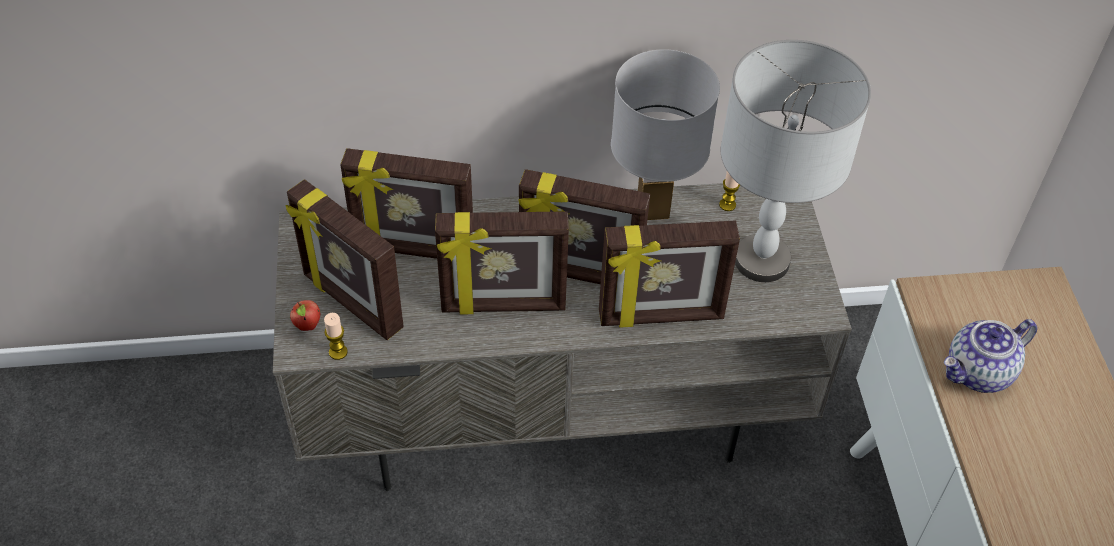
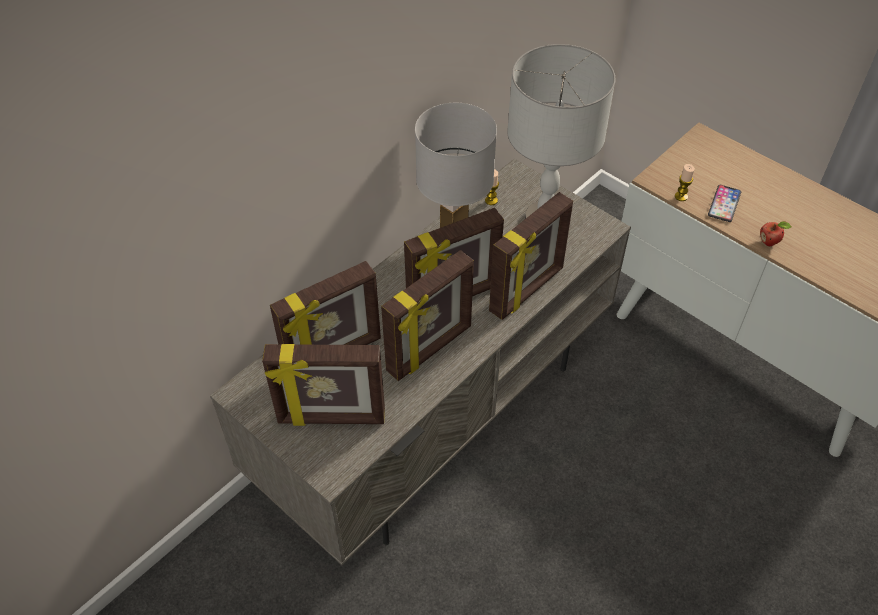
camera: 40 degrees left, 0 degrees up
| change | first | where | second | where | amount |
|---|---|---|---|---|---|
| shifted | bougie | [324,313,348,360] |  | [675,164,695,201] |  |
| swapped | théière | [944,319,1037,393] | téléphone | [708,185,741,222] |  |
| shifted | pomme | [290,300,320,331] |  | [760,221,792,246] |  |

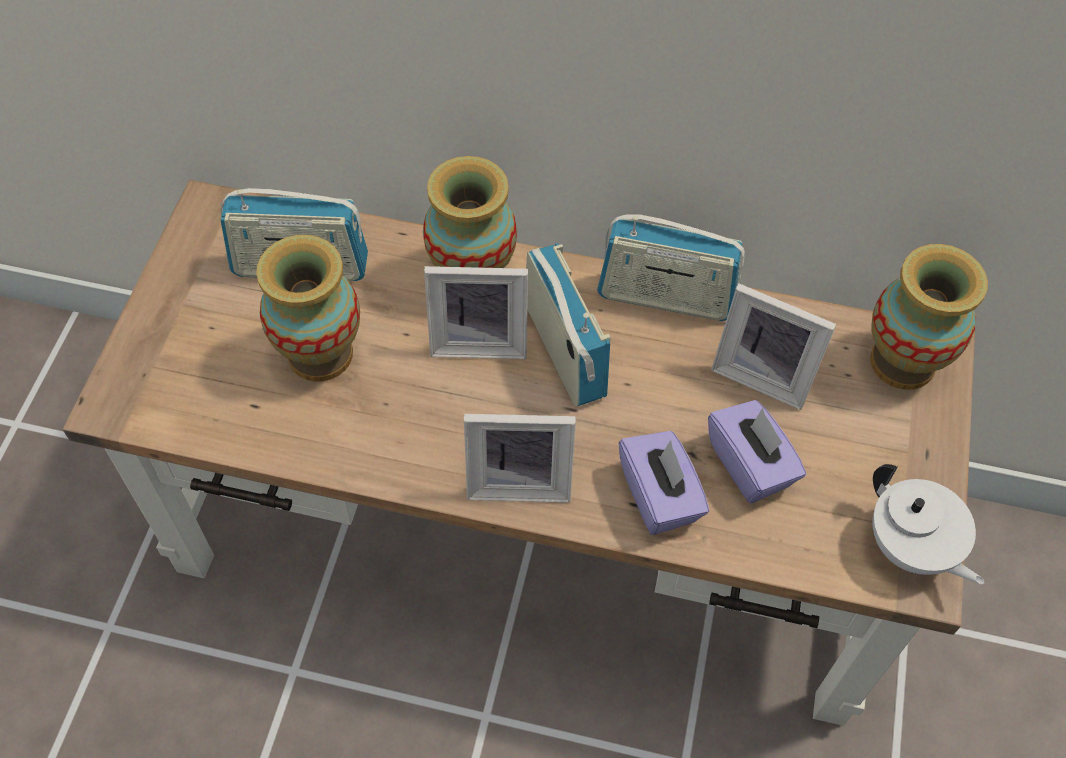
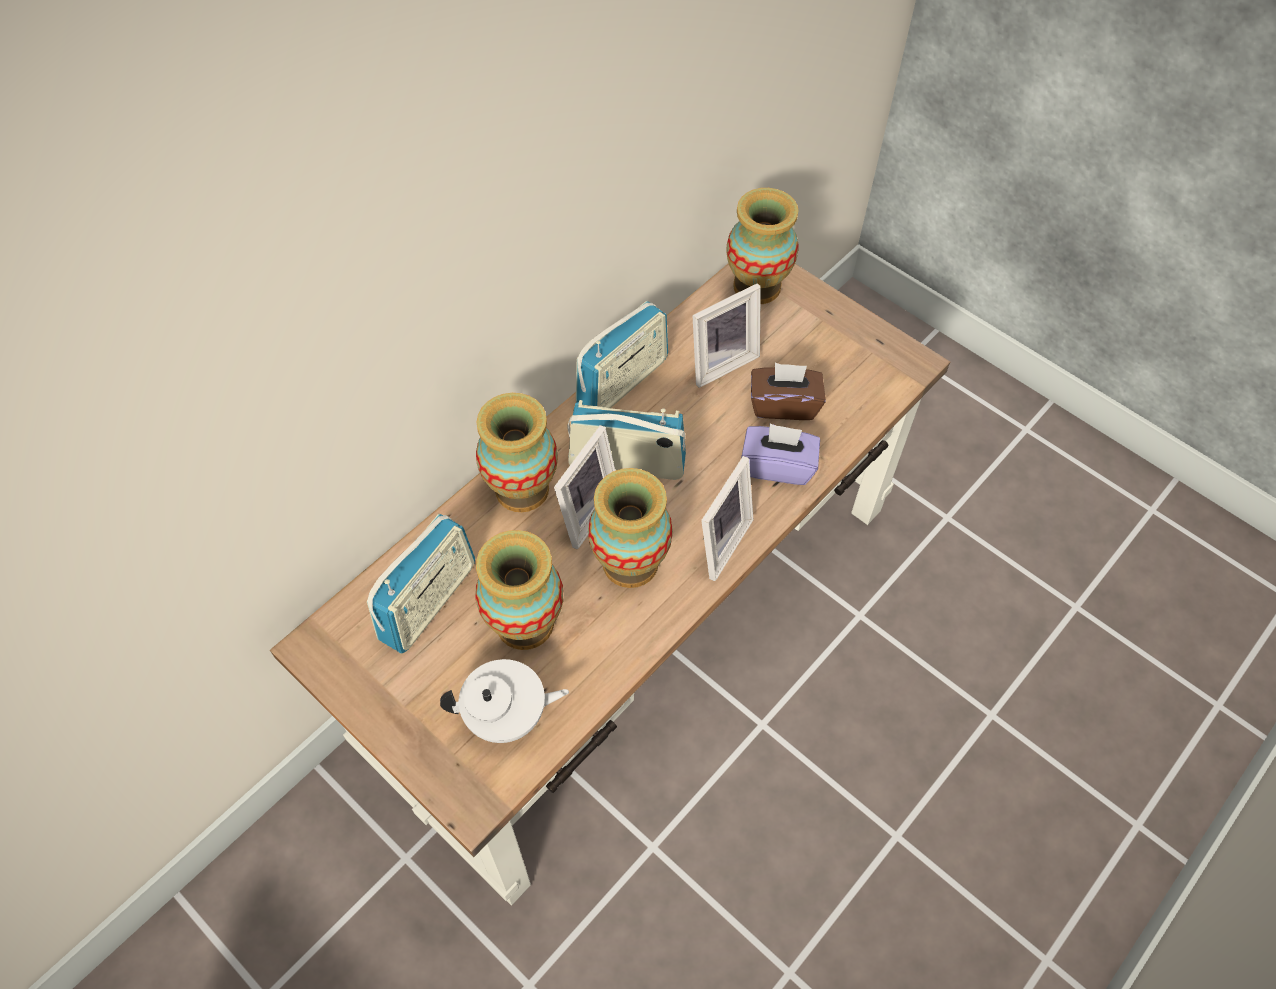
camera: 60 degrees left, 0 degrees up
| change | first | where | second | where | amount |
|---|---|---|---|---|---|
| shifted | théière [blanc] | [872,464,984,585] |  | [440,659,569,743] |  |
| new |  |  | vase | [588,468,673,588] |  |
| repainted | boîte à mouchoirs [violet] | [708,400,806,503] | boîte à mouchoirs [marron] | [751,363,826,420] |  |

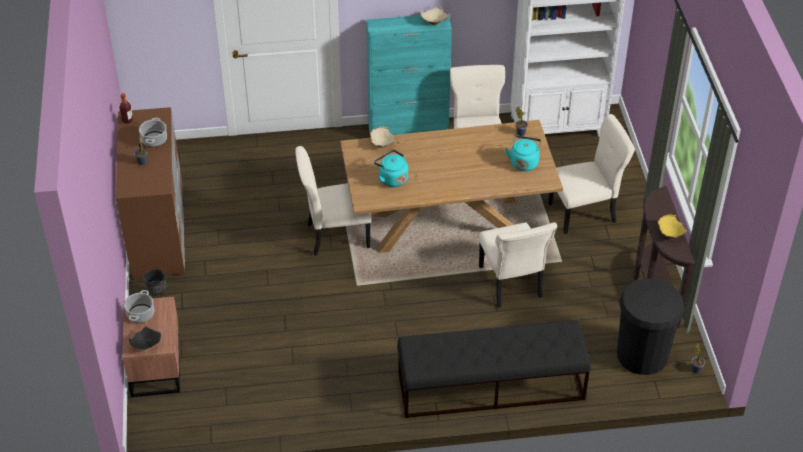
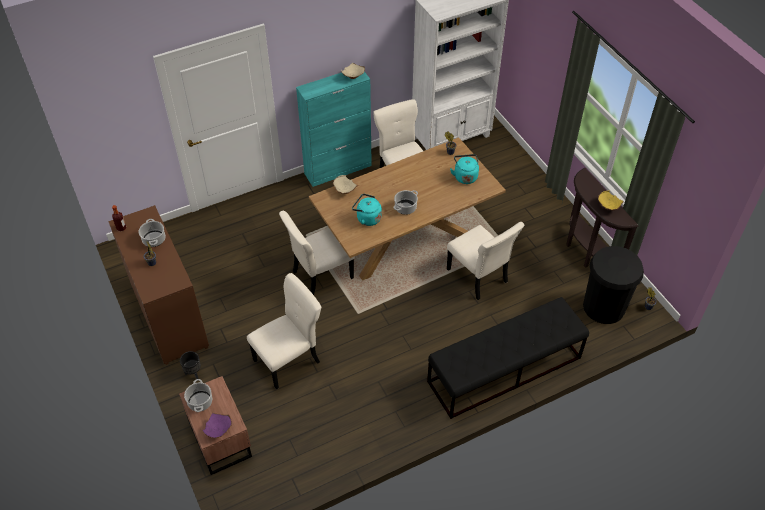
camera: 20 degrees left, 5 degrees up
| change | first | where | second | where | amount |
|---|---|---|---|---|---|
| repainted | bol [noir] | [129,326,161,350] | bol [violet] | [203,413,232,438] |  |
| shifted | chaise [beige] | [548,114,635,234] |  | [247,273,321,390] |  |
| new |  |  | marmite | [394,190,418,215] |  |

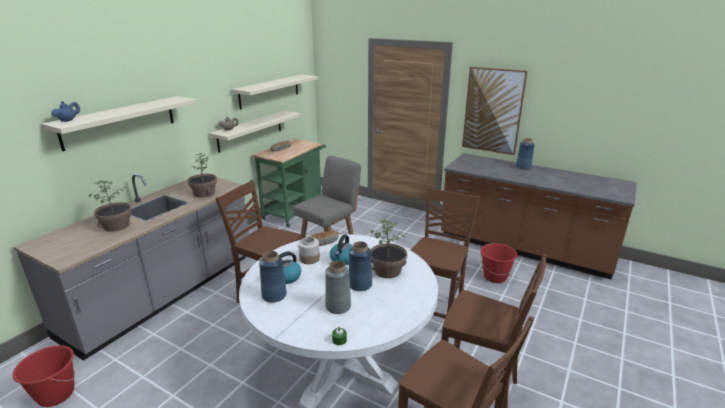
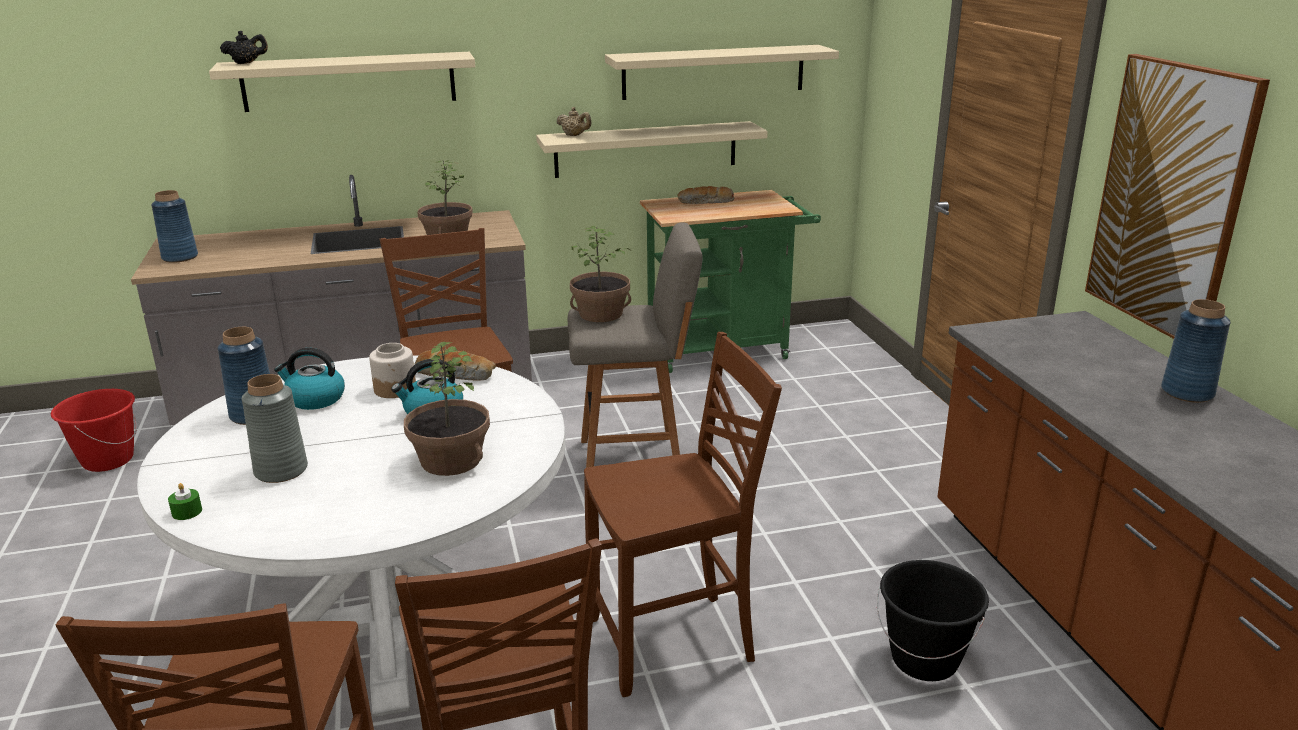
camera: 45 degrees right, 0 degrees up
| change | first | where | second | where | amount |
|---|---|---|---|---|---|
| shifted | vase [bleu] | [349,241,372,291] |  | [151,190,198,263] |  |
| repainted | théière [bleu] | [51,101,80,122] | théière [noir] | [220,31,268,64] |  |
| shifted | plante en pot | [89,181,132,232] |  | [570,226,631,322] |  |
| repainted | seau [rouge] | [480,243,518,283] | seau [noir] | [877,560,989,681] |  |

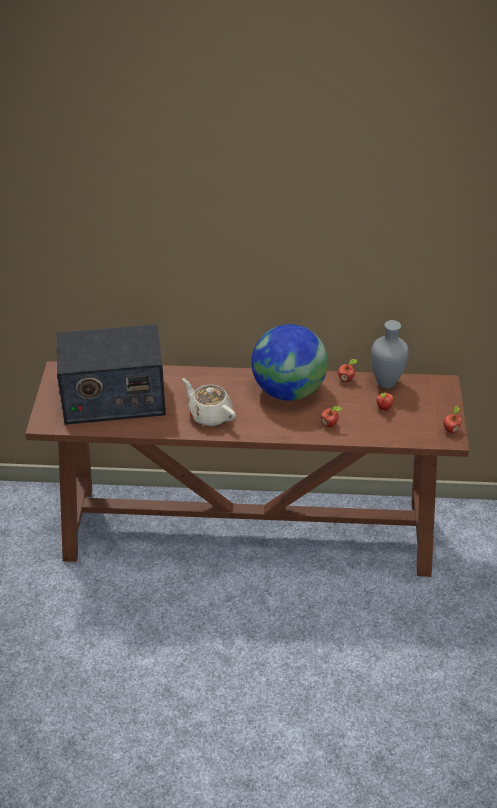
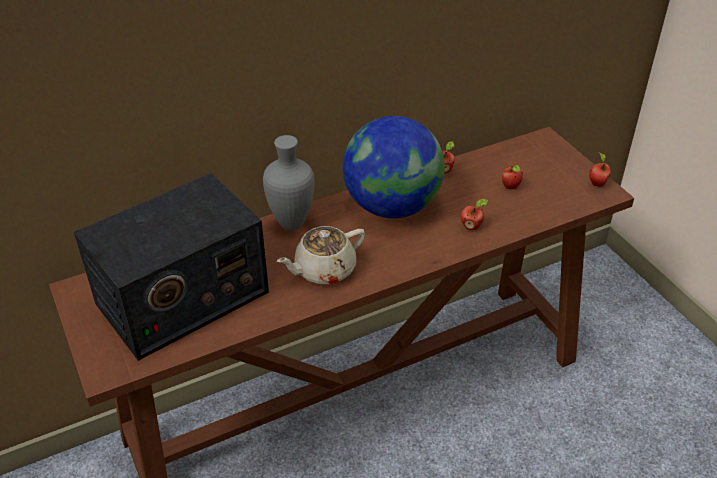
camera: 30 degrees left, 0 degrees up
| change | first | where | second | where | amount |
|---|---|---|---|---|---|
| shifted | vase [gris] | [371,320,409,388] |  | [263,135,315,230] |  |
| rotated | théière [beige] | [182,378,236,426] |  | [277,226,365,284] | 45 degrees counterclockwise |

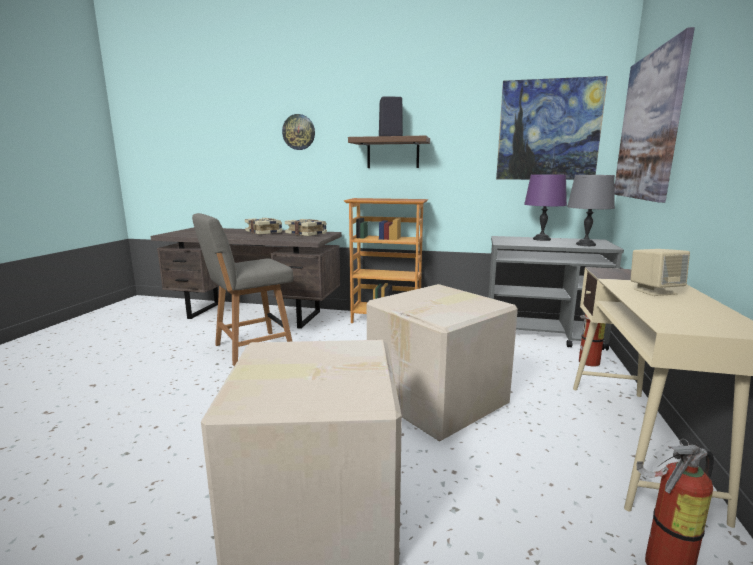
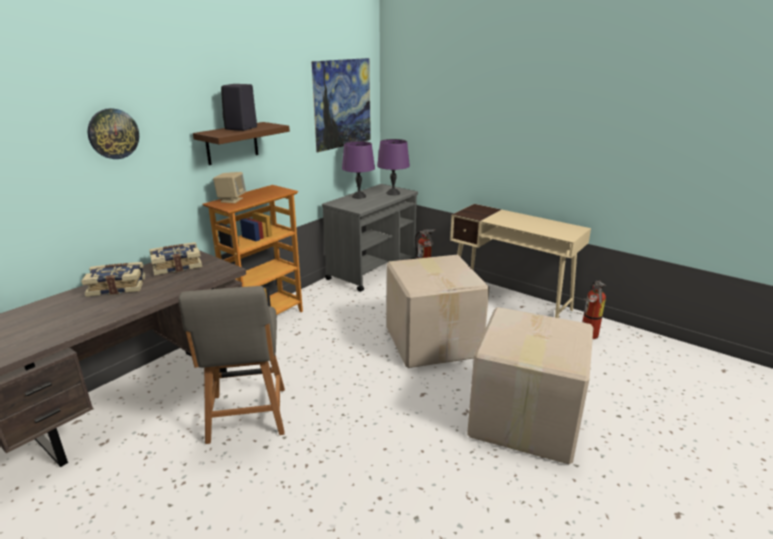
camera: 65 degrees left, 10 degrees up
| change | first | where | second | where | amount |
|---|---|---|---|---|---|
| shifted | enceinte [beige] | [630,249,690,296] |  | [213,172,246,203] |  |
| repainted | lampe de table [gris] | [567,175,615,246] | lampe de table [violet] | [377,139,410,196] |  |
| gone | tableau | [615,27,695,203] |  |  |  |

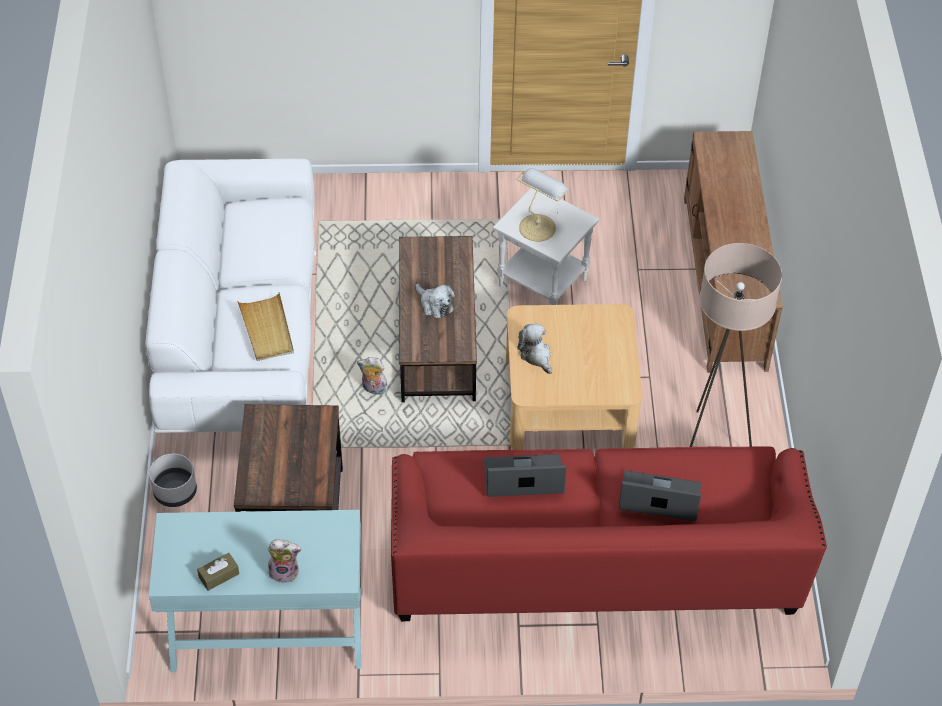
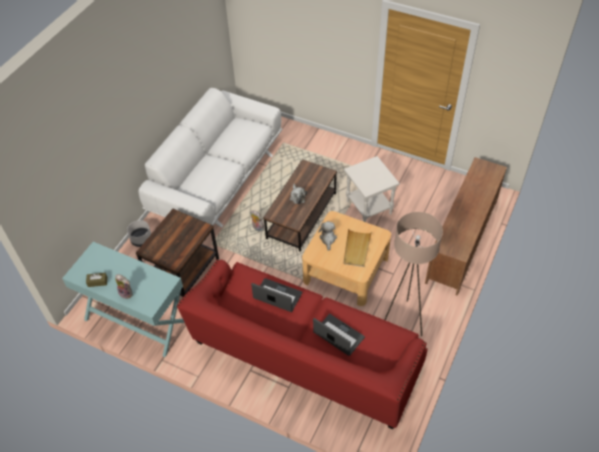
camera: 30 degrees right, 0 degrees up
| change | first | where | second | where | amount |
|---|---|---|---|---|---|
| shifted | plateau [beige] | [237,292,294,361] |  | [344,229,372,267] |  |
| gone | lampe de table | [516,168,568,242] |  |  |  |

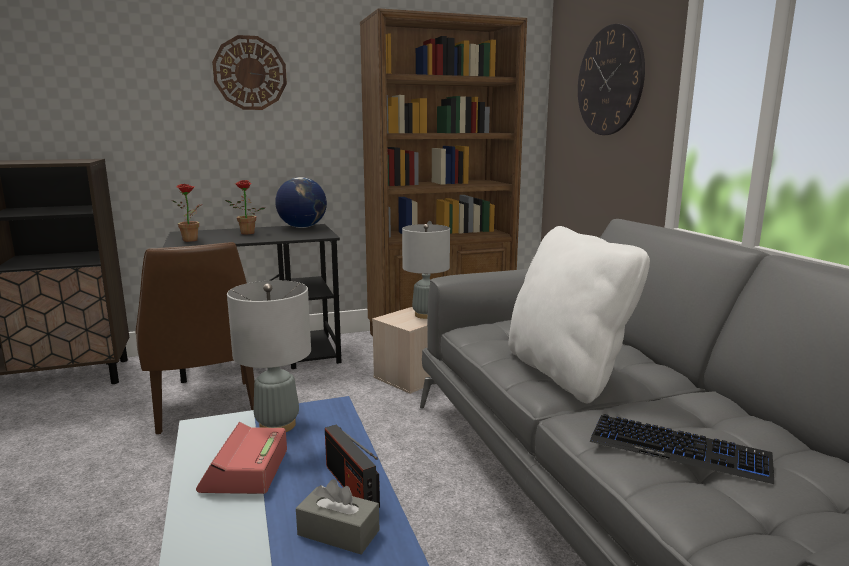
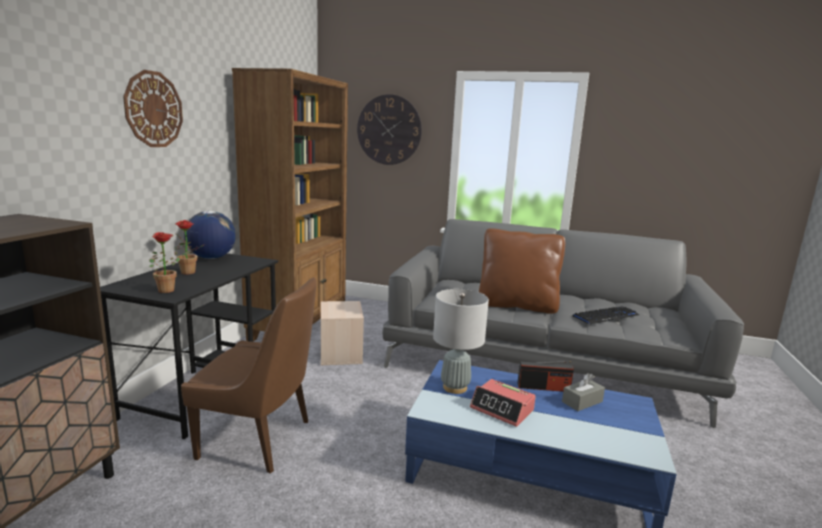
camera: 55 degrees left, 0 degrees up
| change | first | where | second | where | amount |
|---|---|---|---|---|---|
| repainted | coussin [blanc] | [509,226,650,403] | coussin [marron] | [479,228,565,314] |  |
| gone | lampe de table [gris] | [402,224,450,319] |  |  |  |

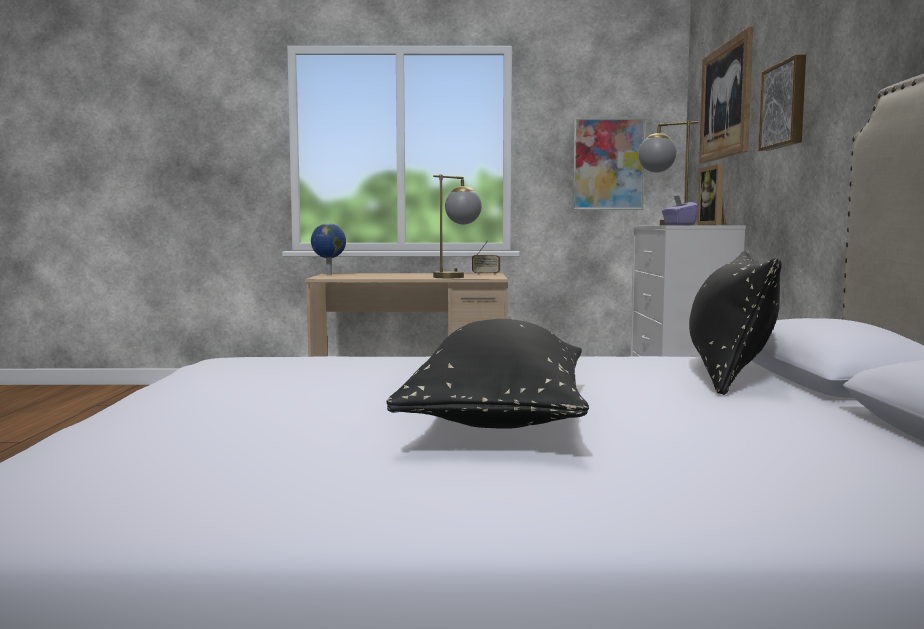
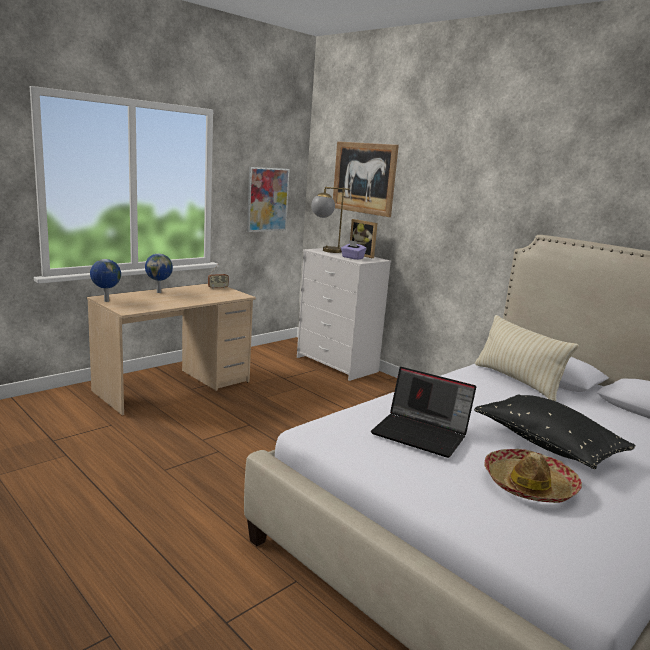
camera: 45 degrees left, 10 degrees up
| change | first | where | second | where | amount |
|---|---|---|---|---|---|
| new |  |  | globe | [145,254,173,293] |  |
| new |  |  | ordinateur portable | [371,367,476,458] |  |
| repainted | coussin [noir] | [689,251,782,395] | coussin [beige] | [475,315,578,401] |  |
| new |  |  | chapeau | [484,449,582,503] |  |
| gone | lampe de table | [433,175,482,278] |  |  |  |
| gone | tableau | [758,55,806,151] |  |  |  |

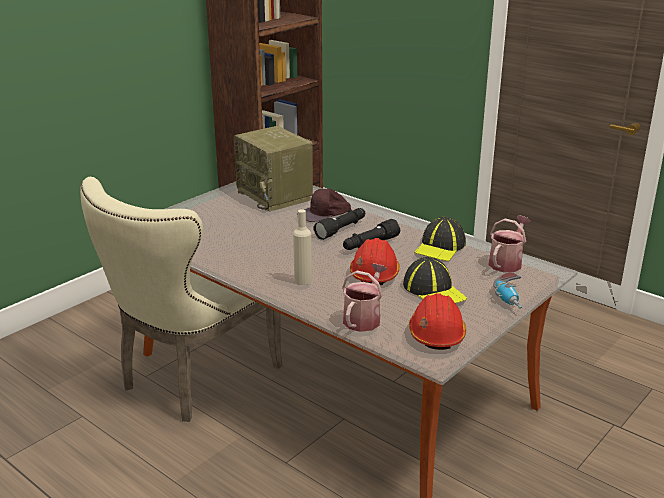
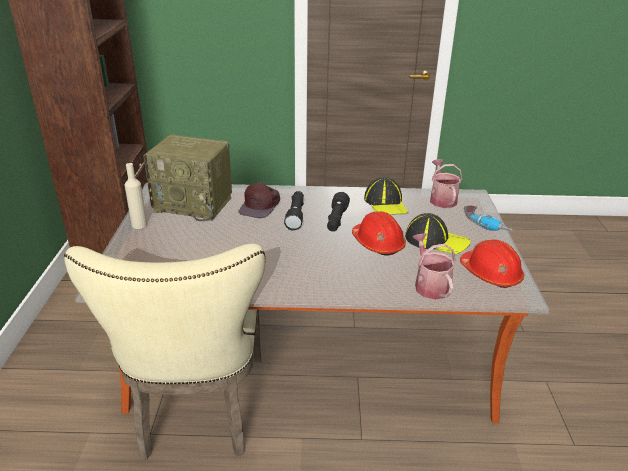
camera: 40 degrees left, 5 degrees up
| change | first | where | second | where | amount |
|---|---|---|---|---|---|
| shifted | bouteille [beige] | [293,209,312,285] |  | [125,163,147,229] |  |

